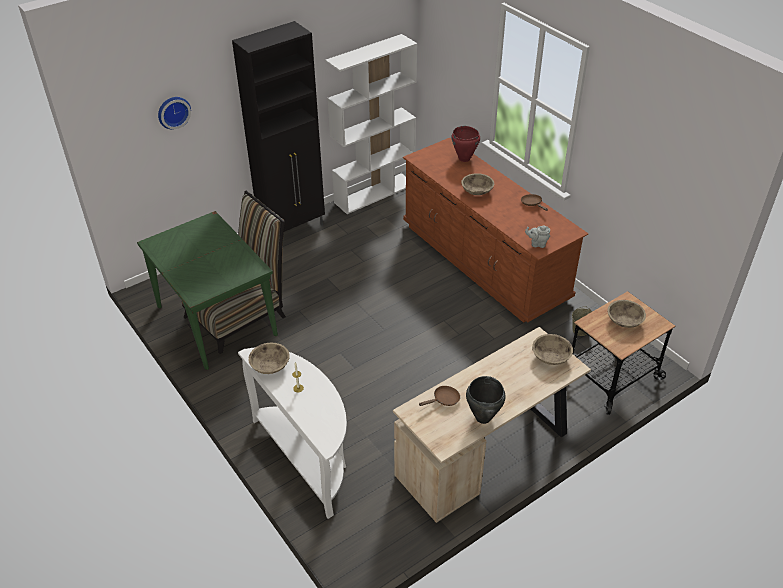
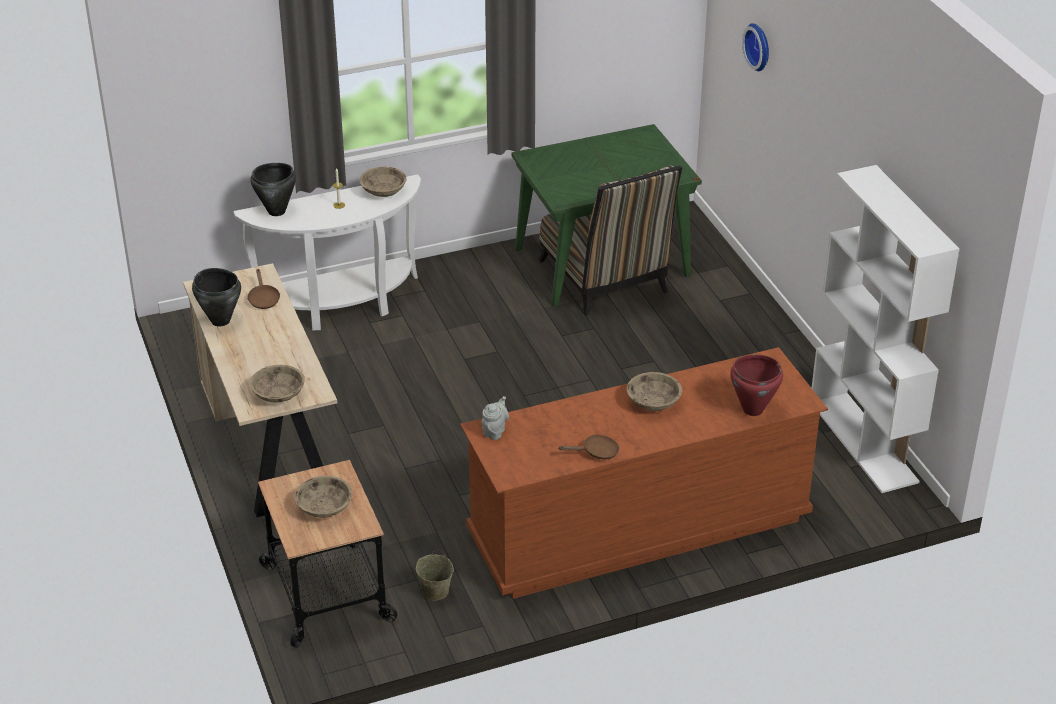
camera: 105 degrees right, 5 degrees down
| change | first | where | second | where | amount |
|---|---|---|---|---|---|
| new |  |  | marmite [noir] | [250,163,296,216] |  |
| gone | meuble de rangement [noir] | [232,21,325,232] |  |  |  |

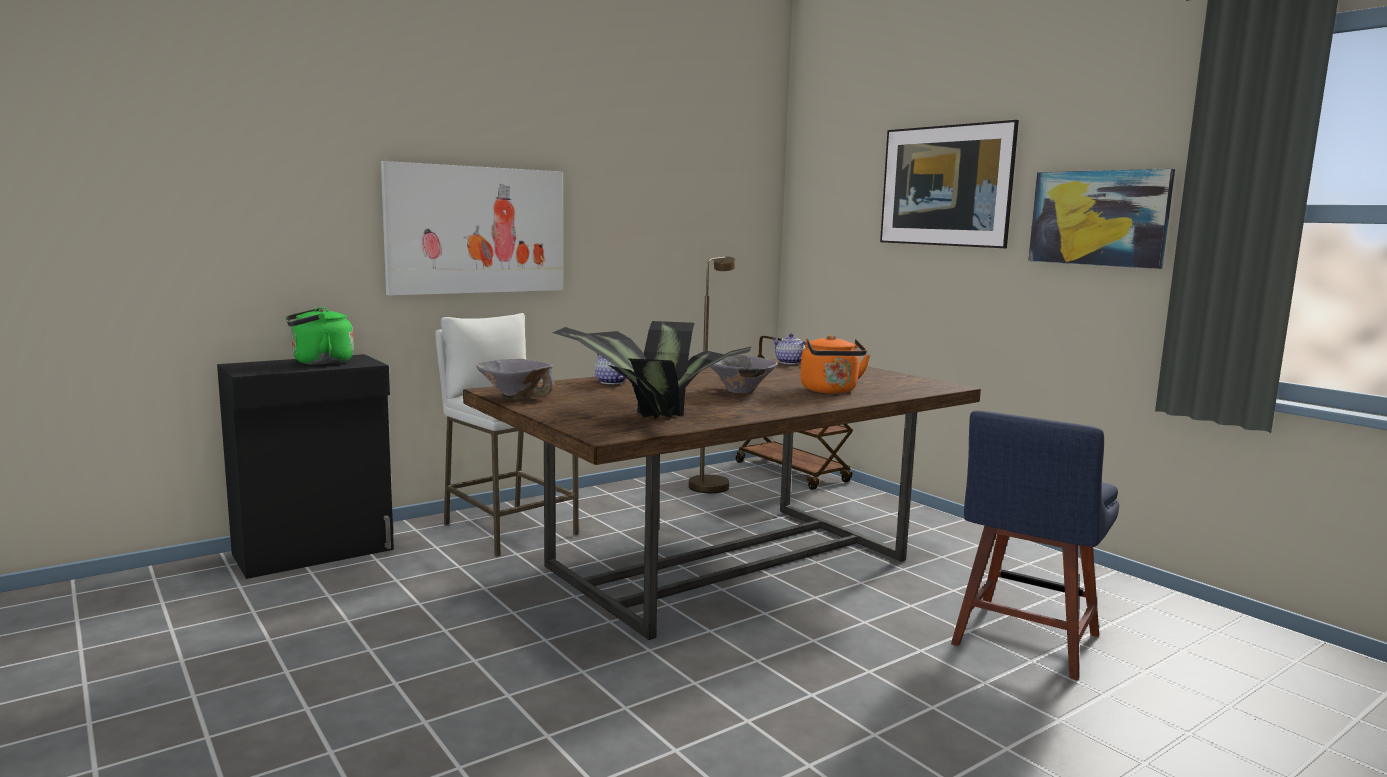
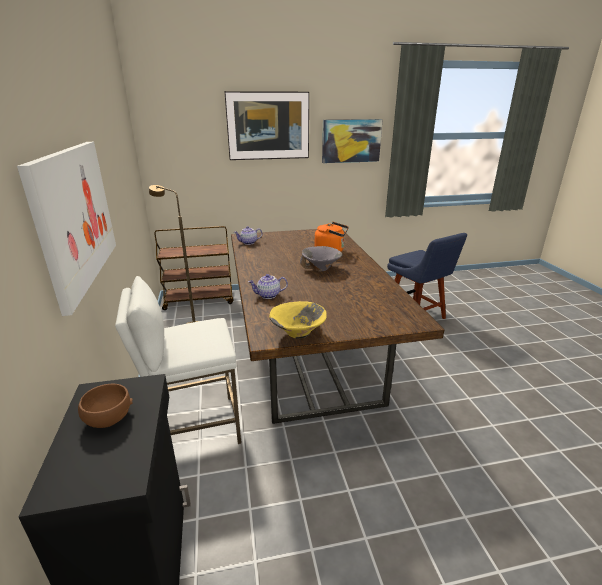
camera: 65 degrees left, 15 degrees up
| change | first | where | second | where | amount |
|---|---|---|---|---|---|
| swapped | bouilloire [vert] | [286,307,354,365] | bol [marron] | [78,384,133,428] |  |
| repainted | bol [gris] | [477,359,554,399] | bol [jaune] | [269,301,327,339] |  |
| gone | plante en pot | [553,321,752,420] |  |  |  |

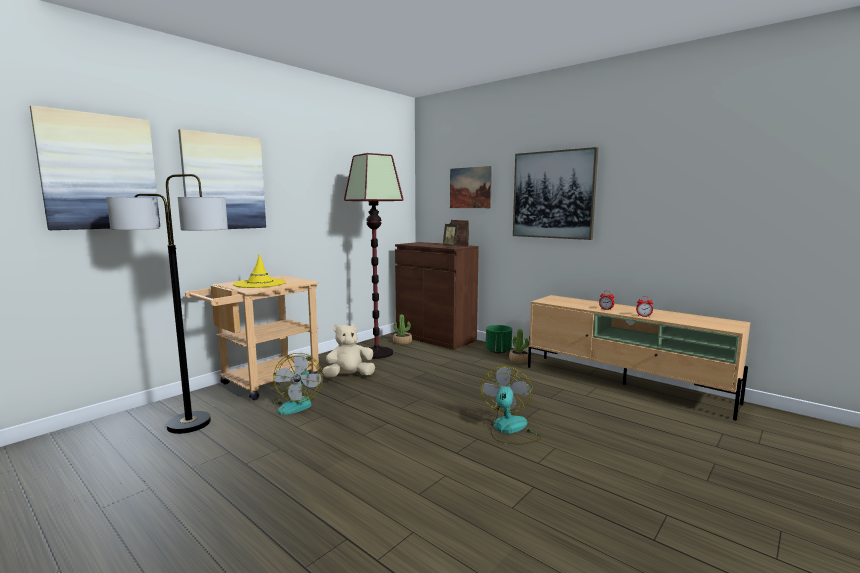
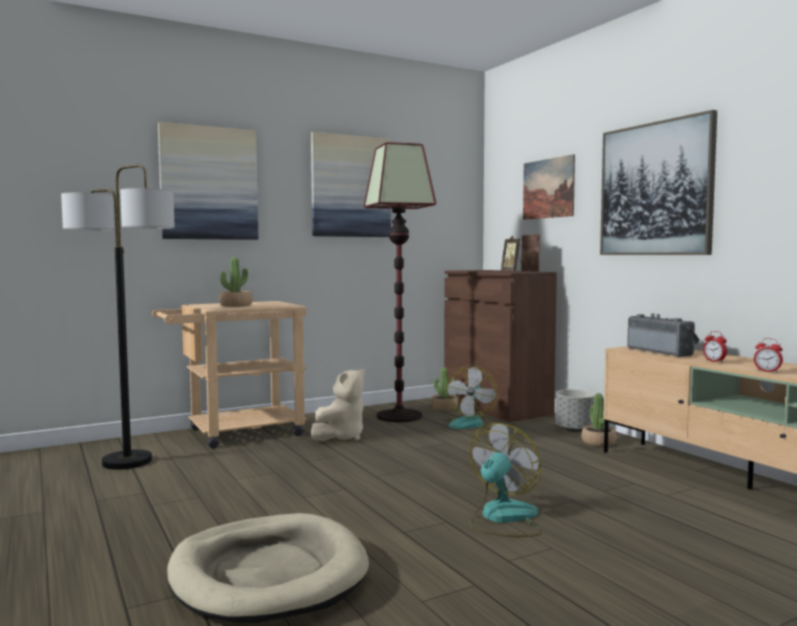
camera: 20 degrees right, 5 degrees down
| change | first | where | second | where | amount |
|---|---|---|---|---|---|
| new |  |  | panier pour chien [beige] | [167,513,369,623] |  |
| swapped | chapeau [jaune] | [233,254,286,288] | plante en pot | [219,257,253,307] |  |
| shifted | tableau | [30,105,160,230] |  | [311,132,391,237] |  |
| rotated | peluche [beige] | [322,324,375,377] |  | [311,369,365,441] | 135 degrees clockwise |
| shifted | ventilateur | [272,353,323,415] |  | [441,365,498,429] |  |
| repainted | cache-pot [vert] | [486,325,512,354] | cache-pot [gris] | [555,389,596,432] |  |
| new |  |  | radio | [627,313,700,357] |  |

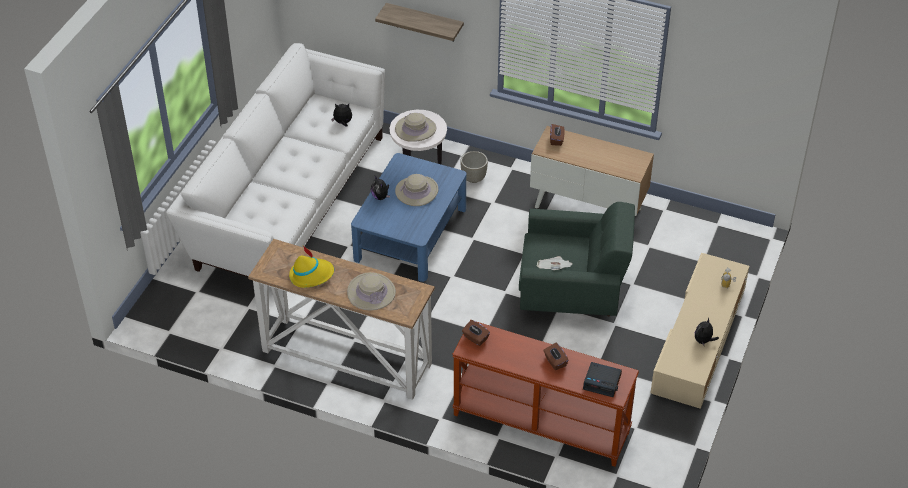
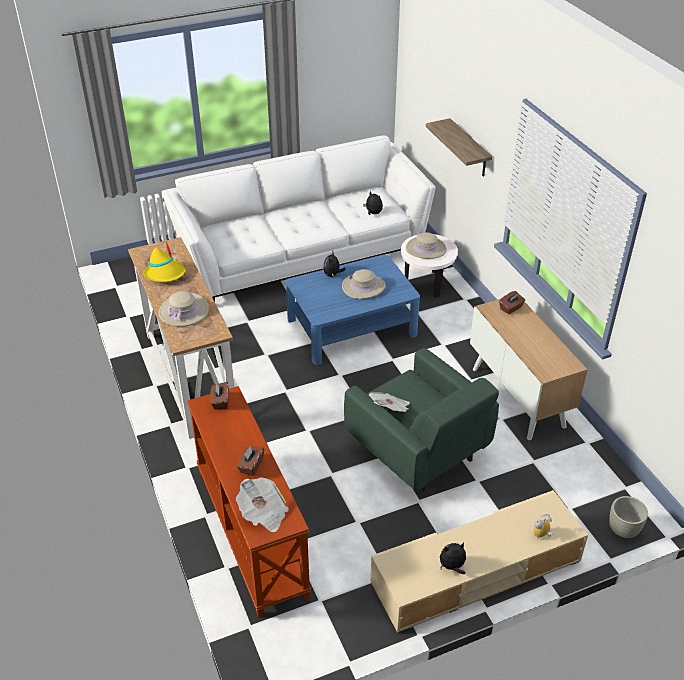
camera: 45 degrees right, 5 degrees down
| change | first | where | second | where | amount |
|---|---|---|---|---|---|
| swapped | réveil | [583,362,622,397] | journal | [236,477,289,532] |  |
| shifted | cache-pot [gris] | [460,151,488,183] |  | [609,496,648,538] |  |

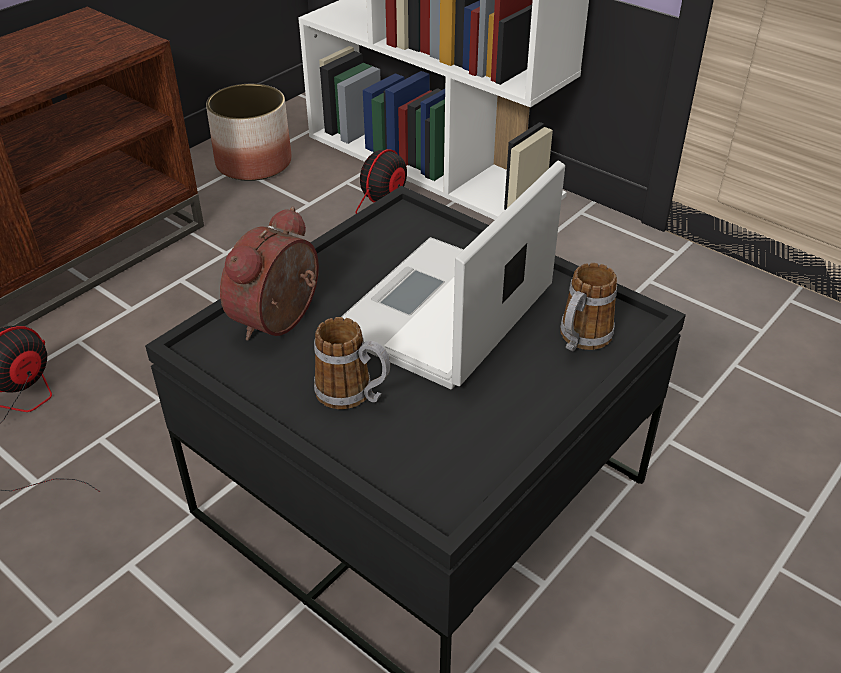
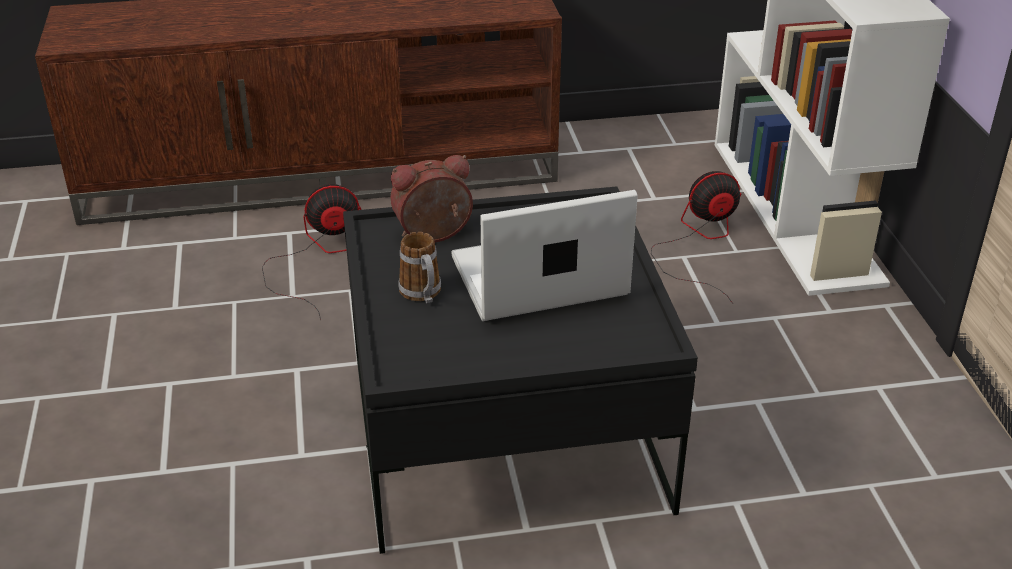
camera: 40 degrees right, 5 degrees down
| change | first | where | second | where | amount |
|---|---|---|---|---|---|
| gone | cache-pot | [206,84,291,181] |  |  |  |
| gone | mug | [560,263,617,351] |  |  |  |

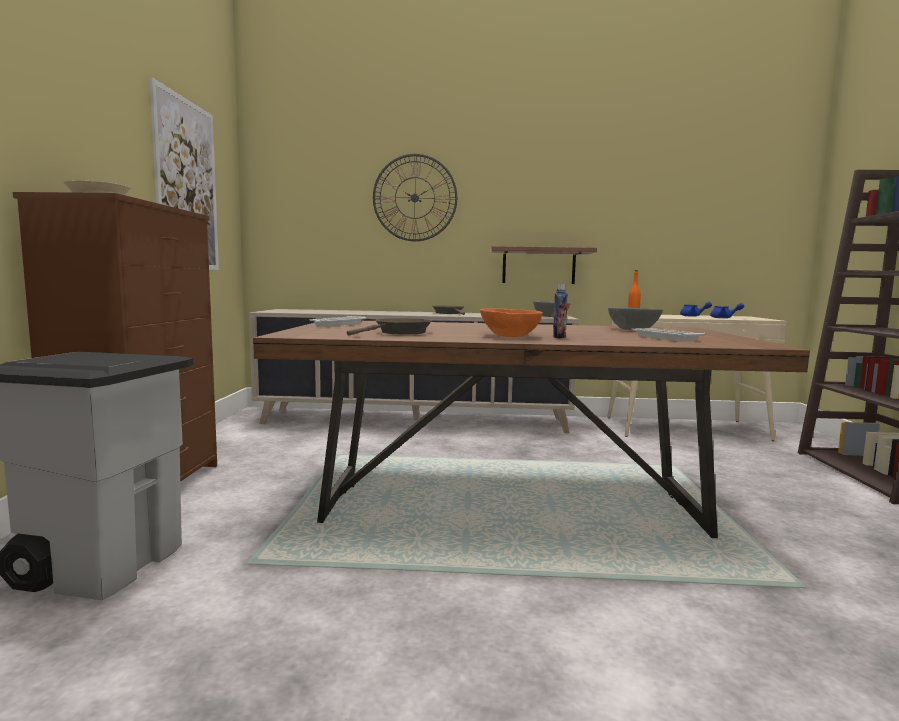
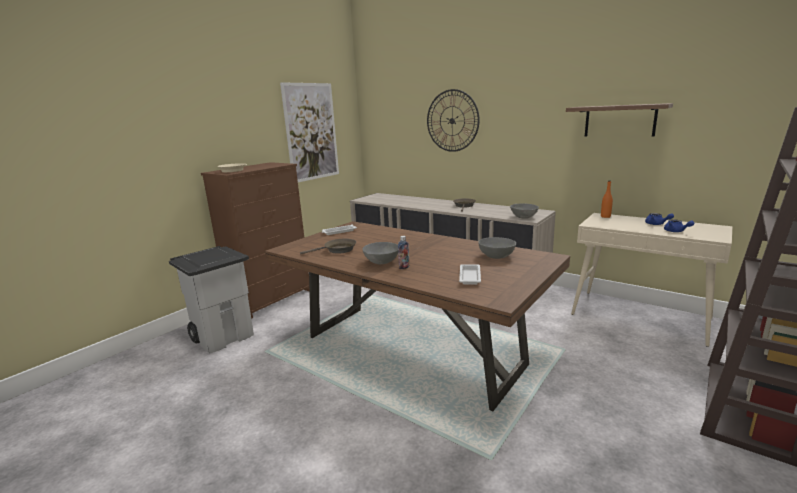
camera: 35 degrees right, 10 degrees up
| change | first | where | second | where | amount |
|---|---|---|---|---|---|
| repainted | bol [orange] | [480,309,543,337] | bol [gris] | [362,242,398,264] |  |
| shifted | étagère | [491,246,597,284] |  | [566,103,673,137] |  |

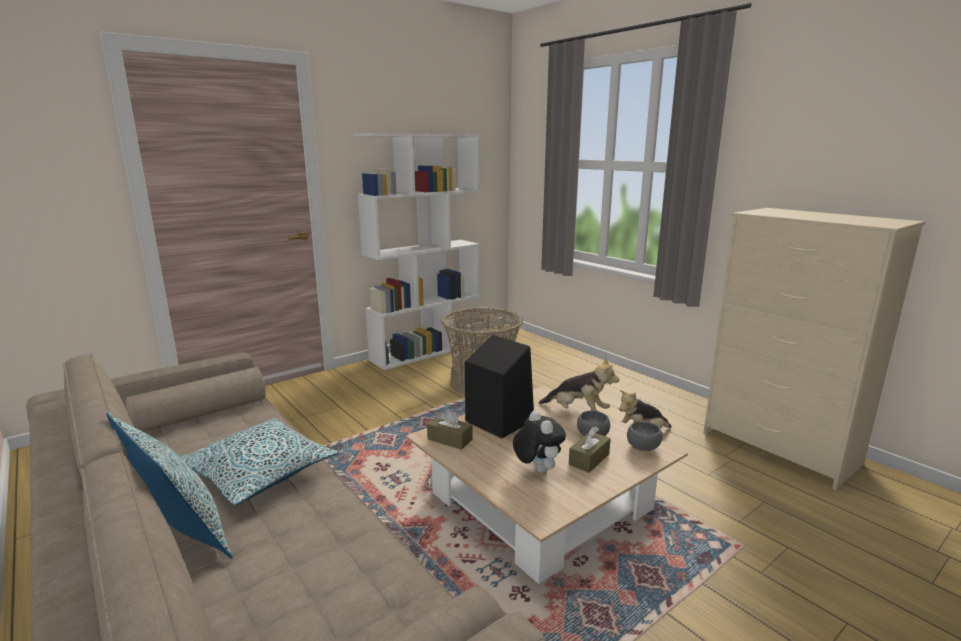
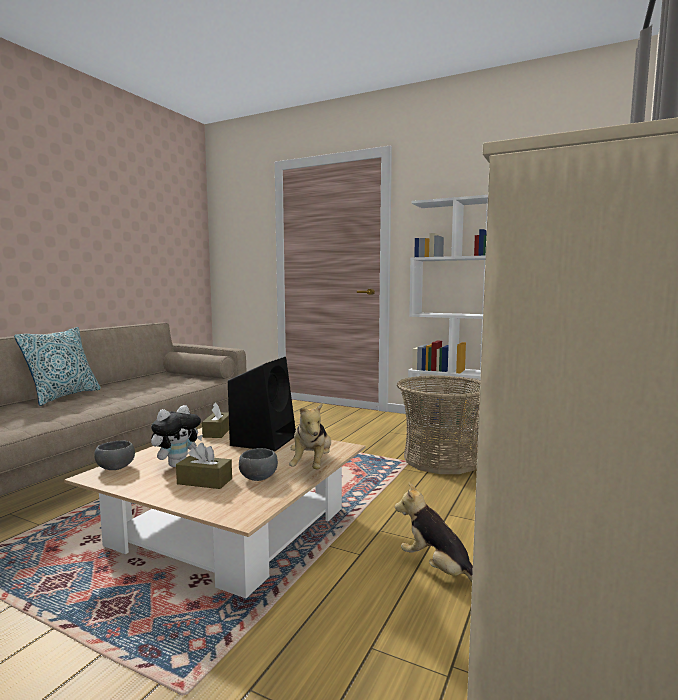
camera: 65 degrees right, 10 degrees down
| change | first | where | second | where | amount |
|---|---|---|---|---|---|
| shifted | bol [gris] | [627,421,662,451] |  | [94,440,135,470] |  |
| gone | coussin | [180,418,339,505] |  |  |  |

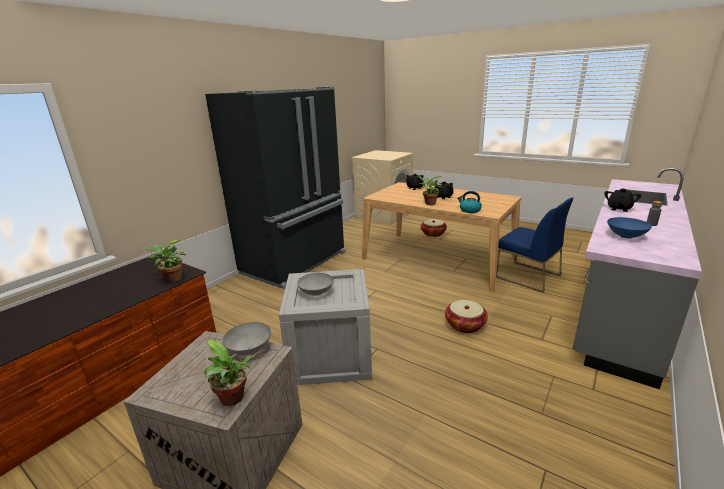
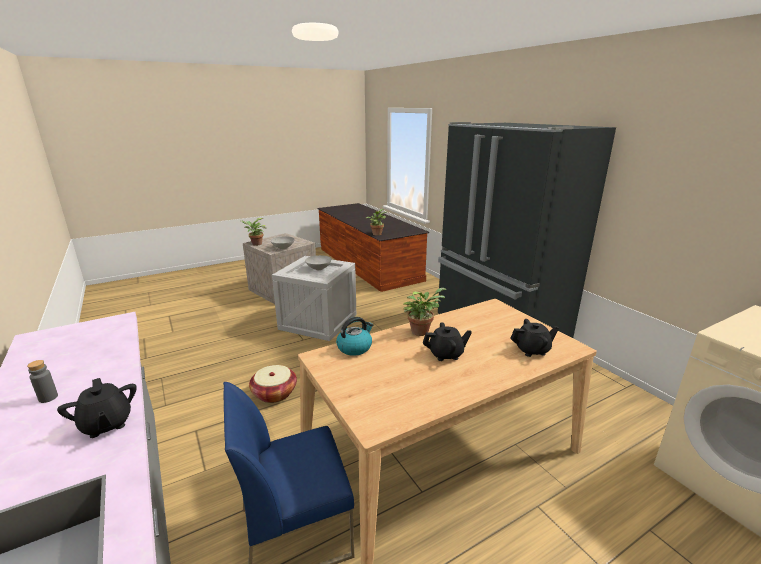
camera: 115 degrees right, 0 degrees up
| change | first | where | second | where | amount |
|---|---|---|---|---|---|
| gone | panier | [421,219,447,237] |  |  |  |
| gone | bol [bleu] | [607,217,652,239] |  |  |  |

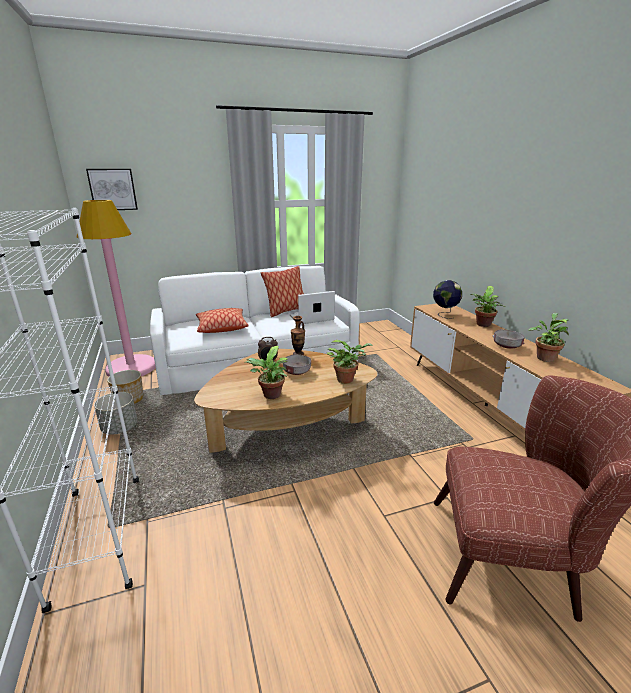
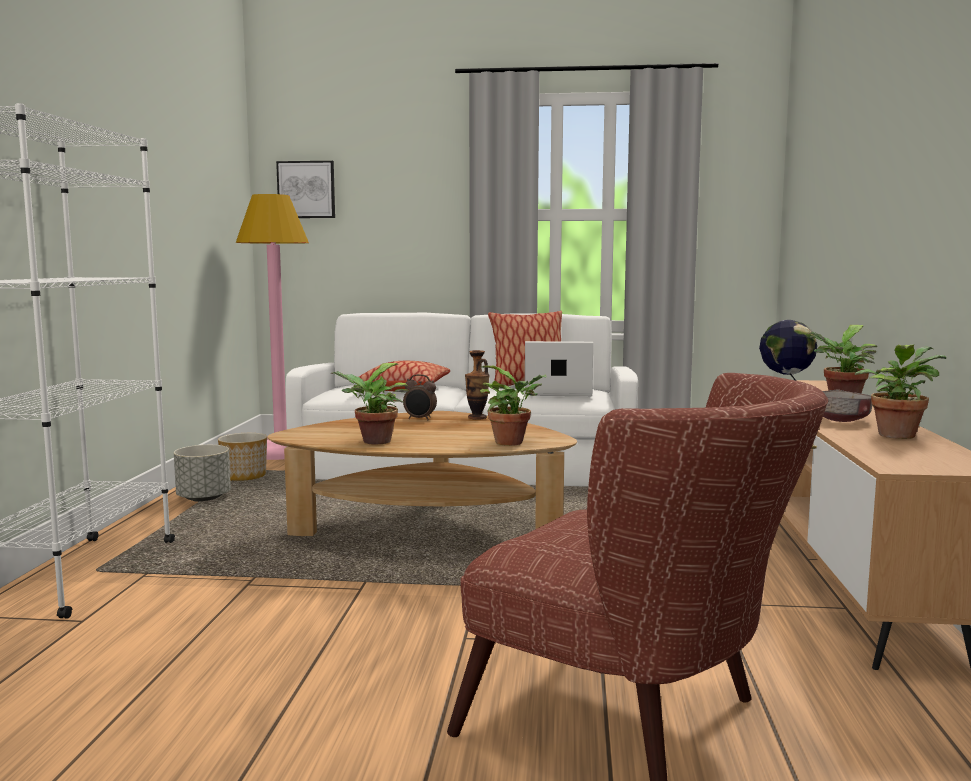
camera: 25 degrees right, 15 degrees down
| change | first | where | second | where | amount |
|---|---|---|---|---|---|
| gone | bol [gris] | [283,354,311,375] |  |  |  |

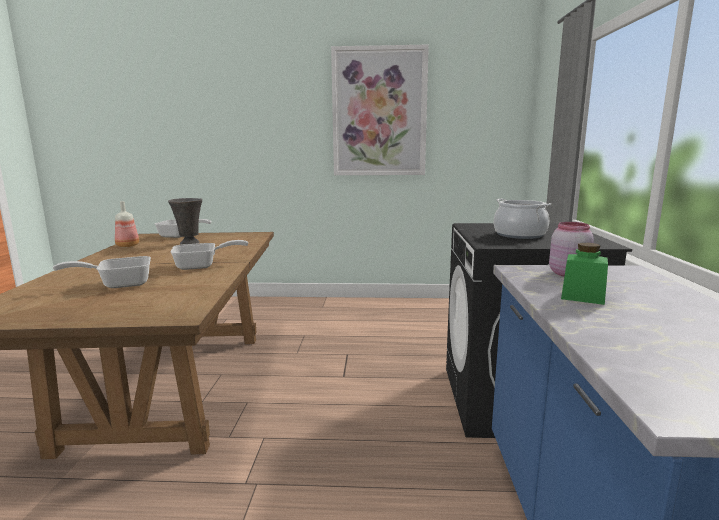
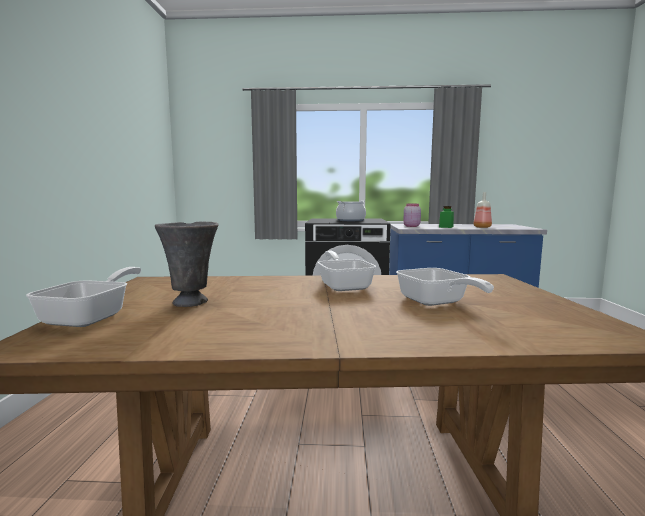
camera: 90 degrees left, 5 degrees down
| change | first | where | second | where | amount |
|---|---|---|---|---|---|
| shifted | bouteille | [115,201,139,247] |  | [473,192,492,228] |  |
| gone | tableau | [331,45,429,175] |  |  |  |

